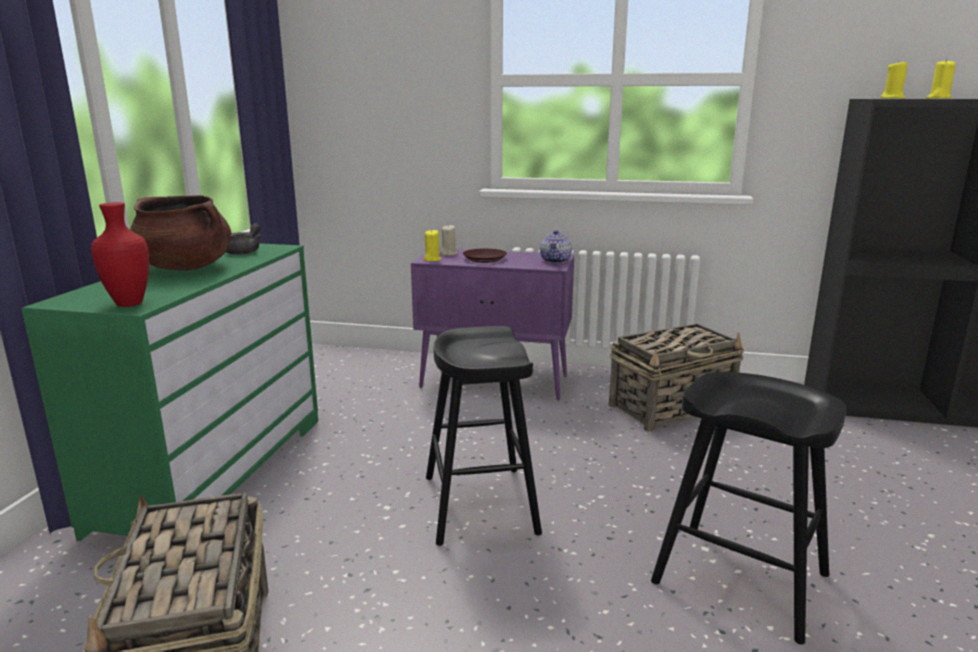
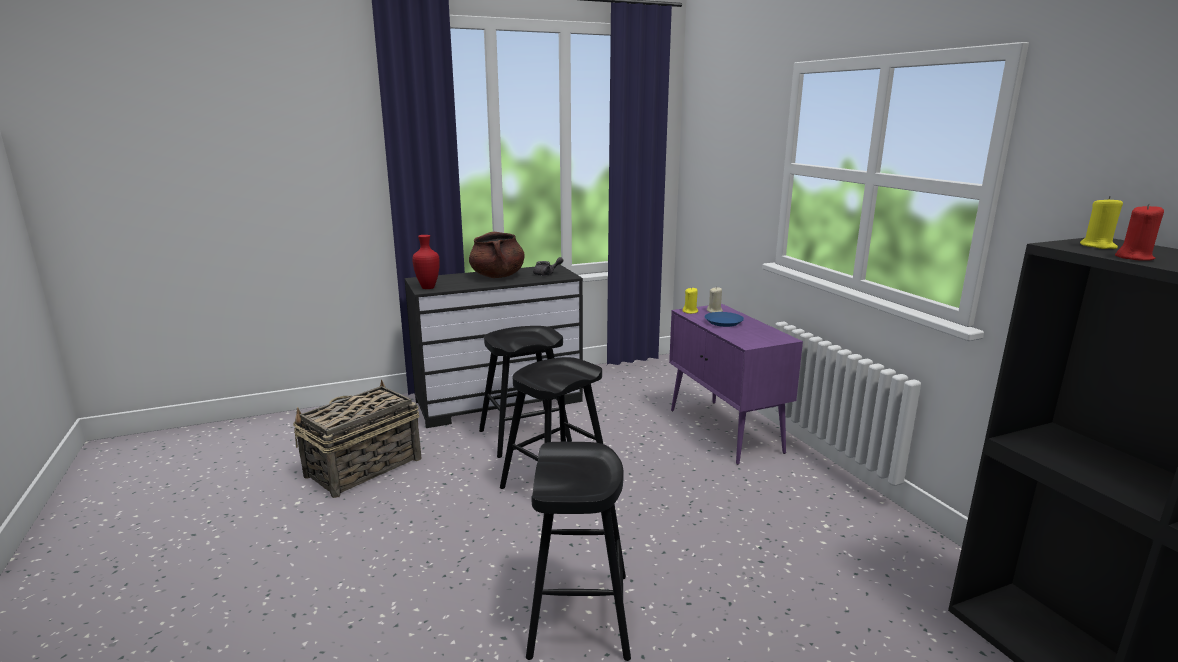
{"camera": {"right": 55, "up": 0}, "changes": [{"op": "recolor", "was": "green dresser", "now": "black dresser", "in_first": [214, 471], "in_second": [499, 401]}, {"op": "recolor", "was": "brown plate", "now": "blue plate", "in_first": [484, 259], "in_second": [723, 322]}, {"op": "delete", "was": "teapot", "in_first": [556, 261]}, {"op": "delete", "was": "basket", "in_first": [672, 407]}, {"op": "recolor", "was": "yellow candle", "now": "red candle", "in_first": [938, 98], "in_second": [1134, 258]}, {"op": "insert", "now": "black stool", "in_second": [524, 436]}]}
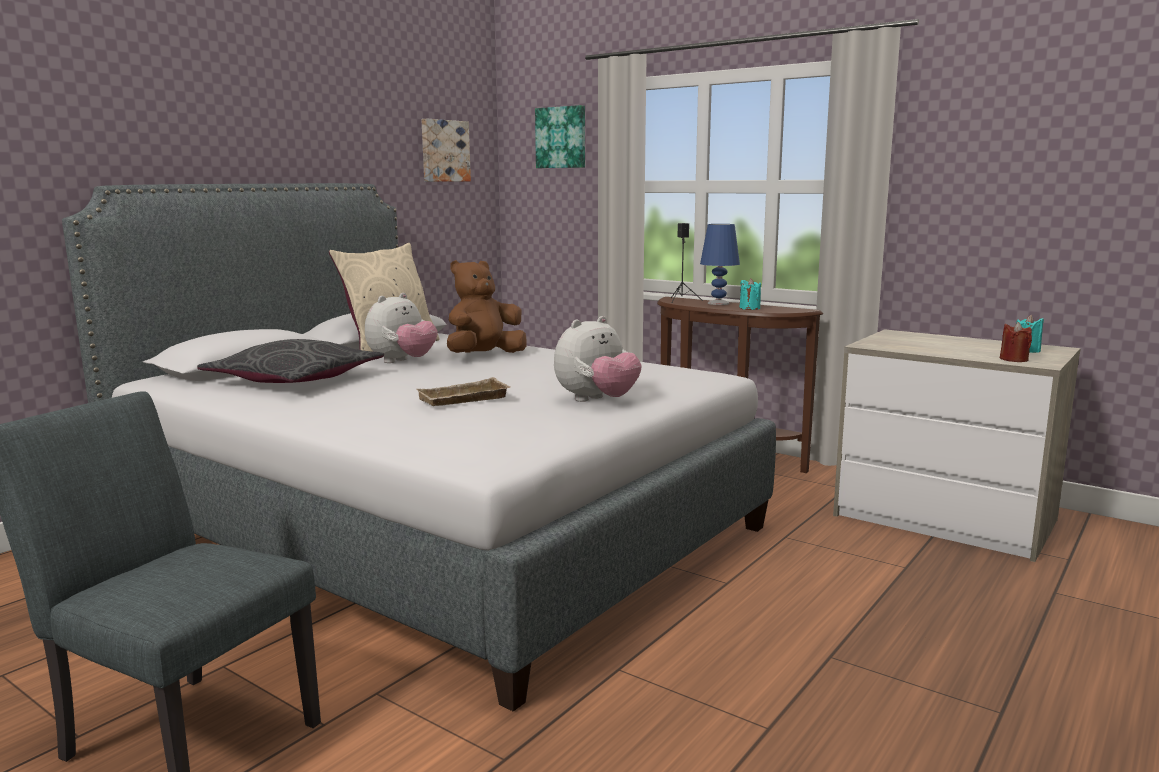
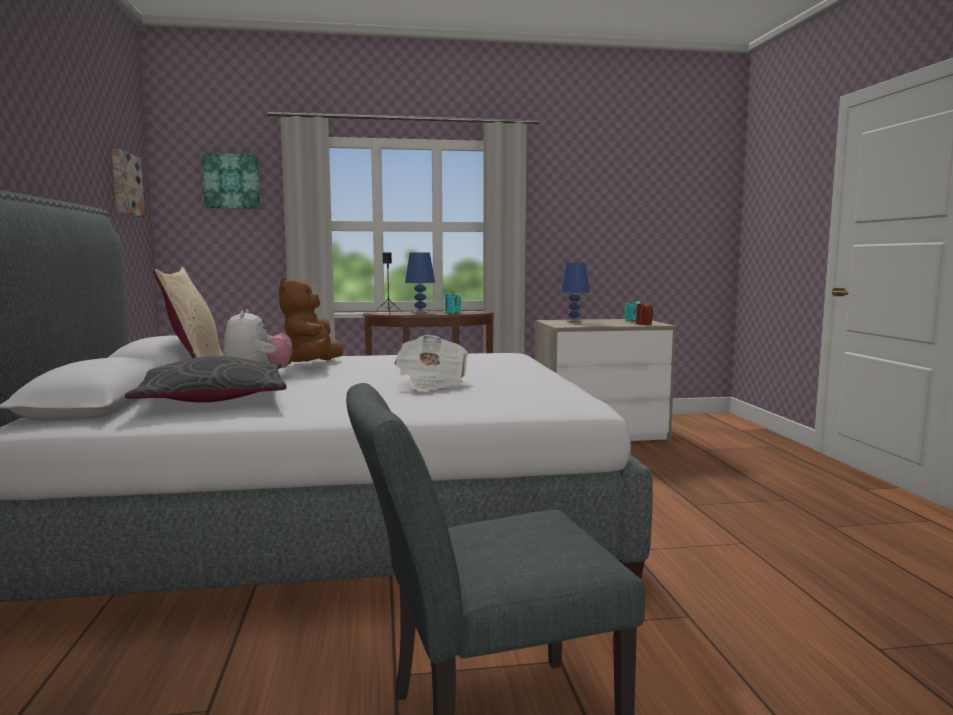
{"camera": {"right": -45, "up": -5}, "changes": [{"op": "replace", "was": "beige tray", "now": "newspaper", "in_first": [463, 400], "in_second": [431, 383]}, {"op": "delete", "was": "plush toy", "in_first": [596, 401]}, {"op": "insert", "now": "blue table lamp", "in_second": [574, 321]}]}
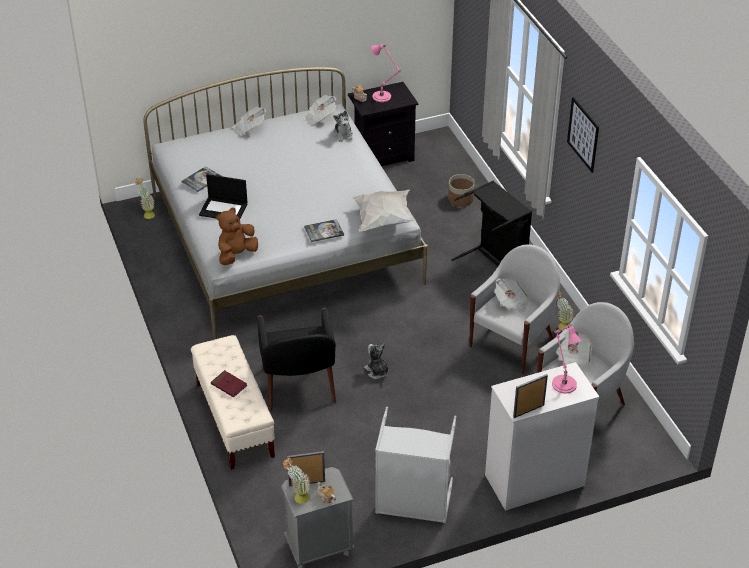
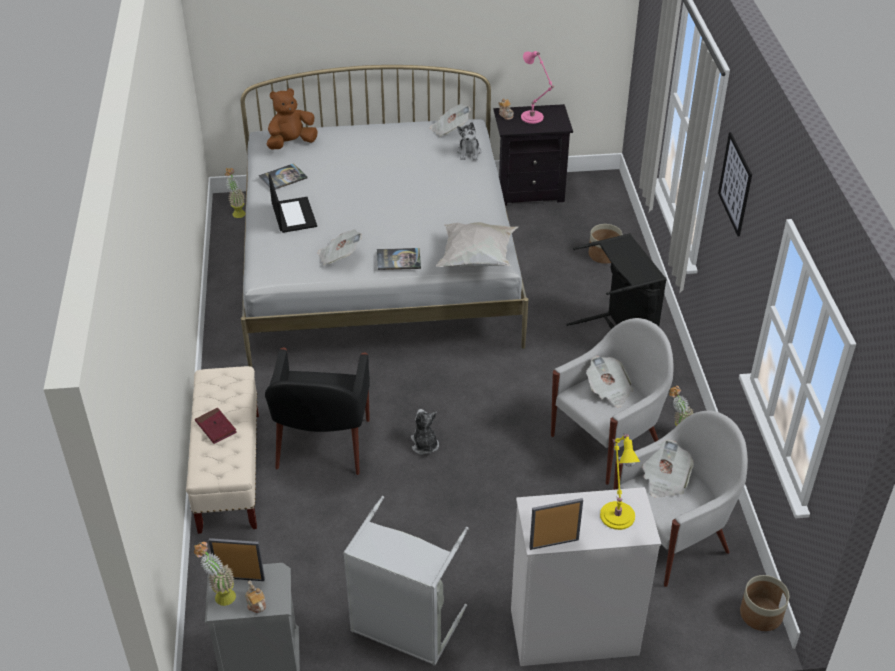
{"camera": {"right": 15, "up": 0}, "changes": [{"op": "rotate", "was": "laptop", "in_first": [224, 209], "in_second": [293, 215], "clockwise": -135}, {"op": "move", "was": "brown plush toy", "in_first": [236, 255], "in_second": [291, 143]}, {"op": "move", "was": "newspaper", "in_first": [249, 128], "in_second": [339, 256]}, {"op": "recolor", "was": "pink table lamp", "now": "yellow table lamp", "in_first": [563, 382], "in_second": [617, 513]}, {"op": "insert", "now": "planter", "in_second": [761, 614]}]}
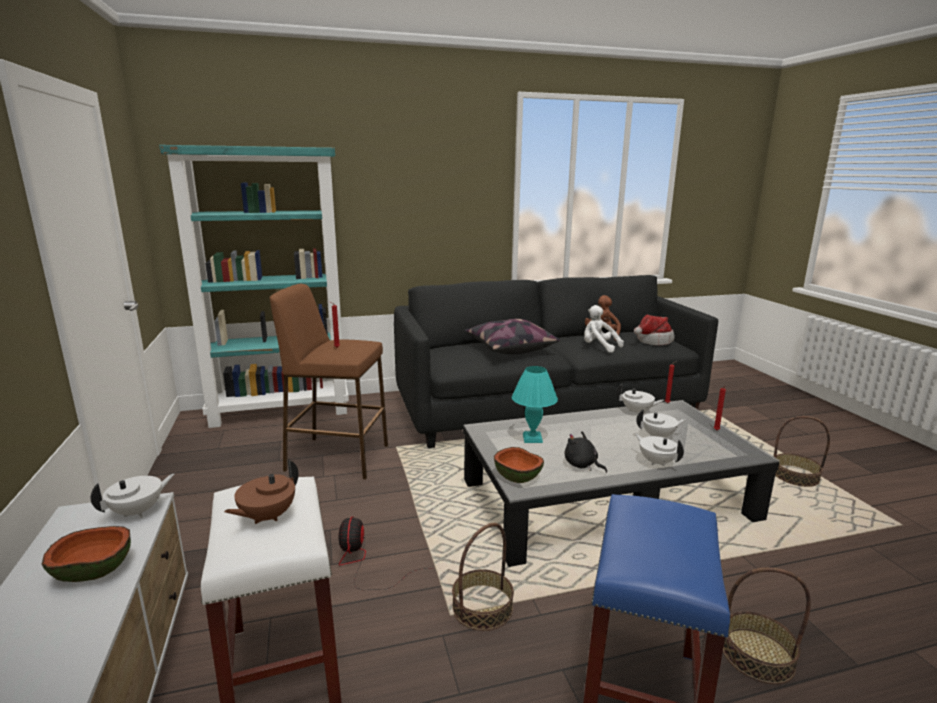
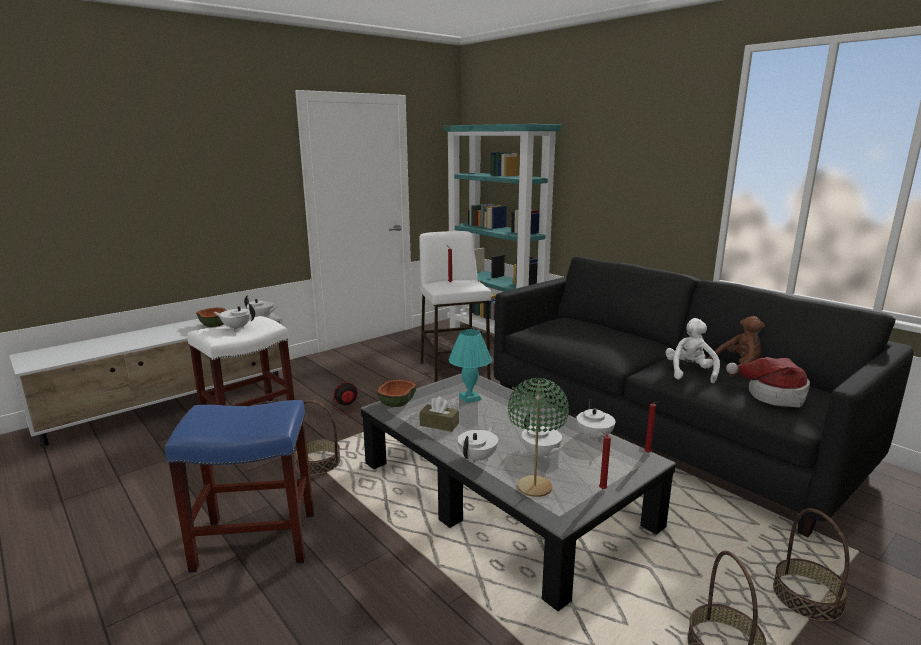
{"camera": {"right": 65, "up": 0}, "changes": [{"op": "recolor", "was": "brown teapot", "now": "white teapot", "in_first": [267, 517], "in_second": [236, 328]}, {"op": "recolor", "was": "brown stool", "now": "white stool", "in_first": [337, 457], "in_second": [454, 371]}, {"op": "delete", "was": "pillow", "in_first": [509, 348]}, {"op": "replace", "was": "black plush toy", "now": "brown tissue box", "in_first": [582, 465], "in_second": [439, 424]}, {"op": "move", "was": "basket", "in_first": [757, 655], "in_second": [807, 598]}, {"op": "insert", "now": "green table lamp", "in_second": [534, 487]}]}
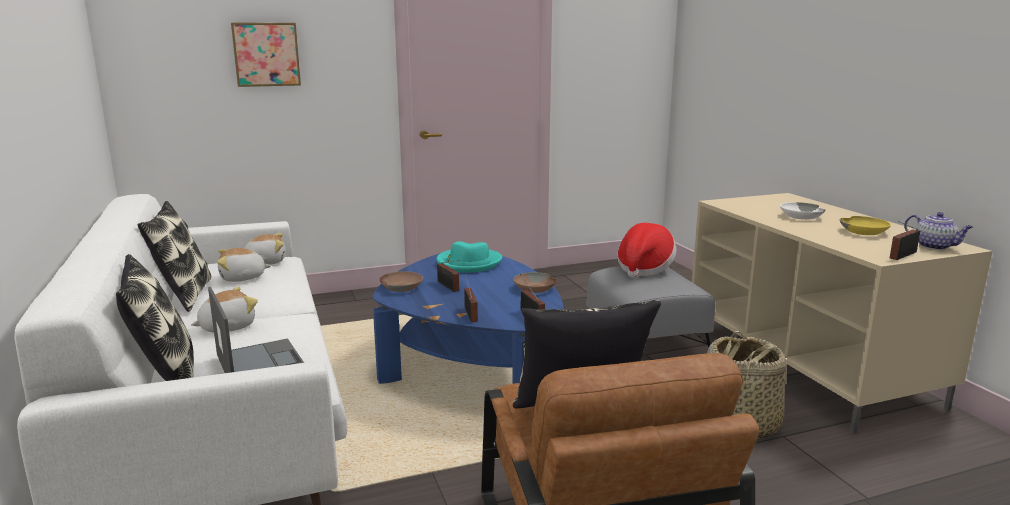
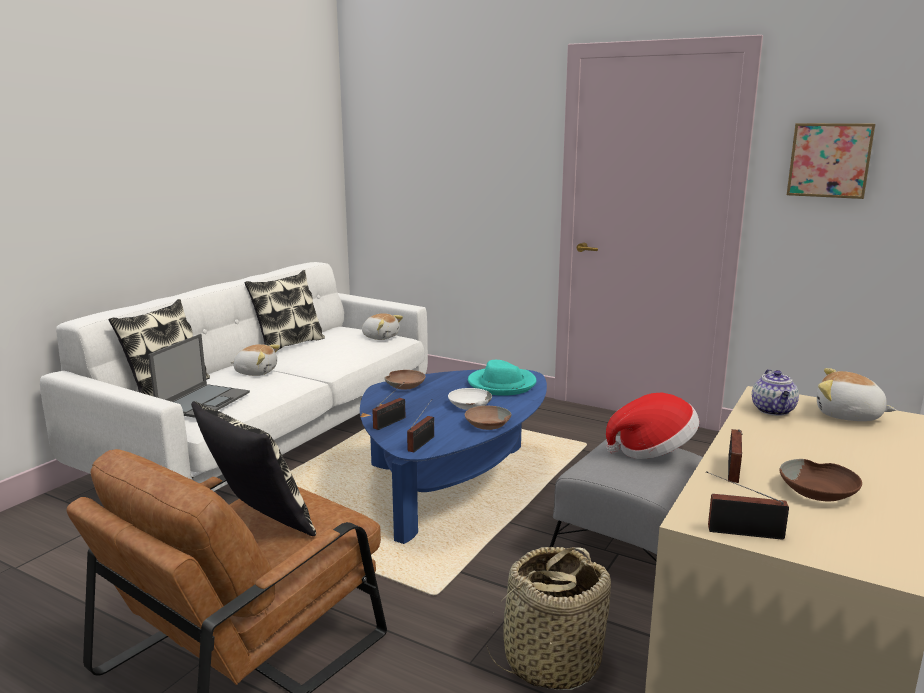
{"camera": {"right": 50, "up": 0}, "changes": [{"op": "move", "was": "plush toy", "in_first": [243, 278], "in_second": [848, 416]}, {"op": "move", "was": "picture", "in_first": [266, 54], "in_second": [830, 160]}, {"op": "move", "was": "radio", "in_first": [448, 287], "in_second": [732, 471]}, {"op": "move", "was": "white bowl", "in_first": [801, 217], "in_second": [468, 405]}, {"op": "recolor", "was": "yellow bowl", "now": "brown bowl", "in_first": [864, 232], "in_second": [819, 491]}, {"op": "move", "was": "teapot", "in_first": [935, 246], "in_second": [773, 411]}]}
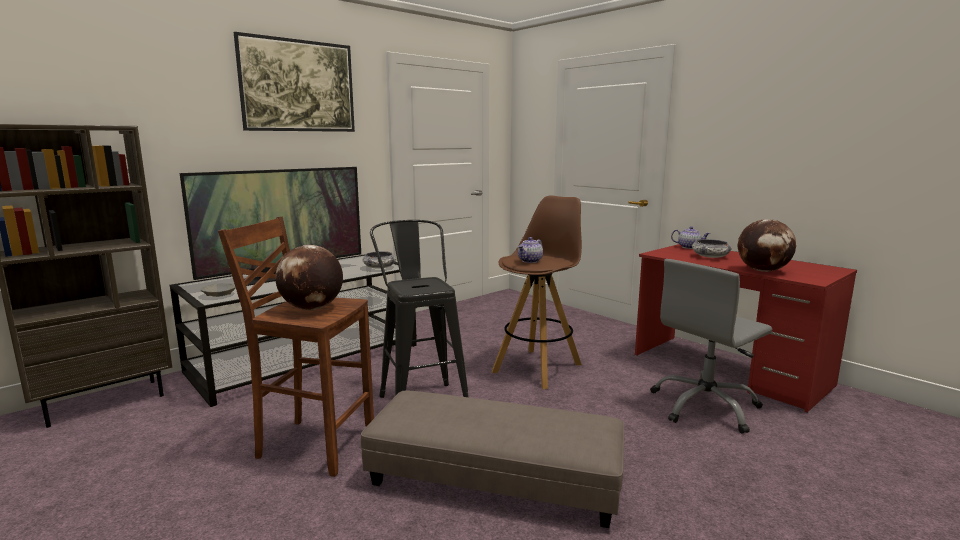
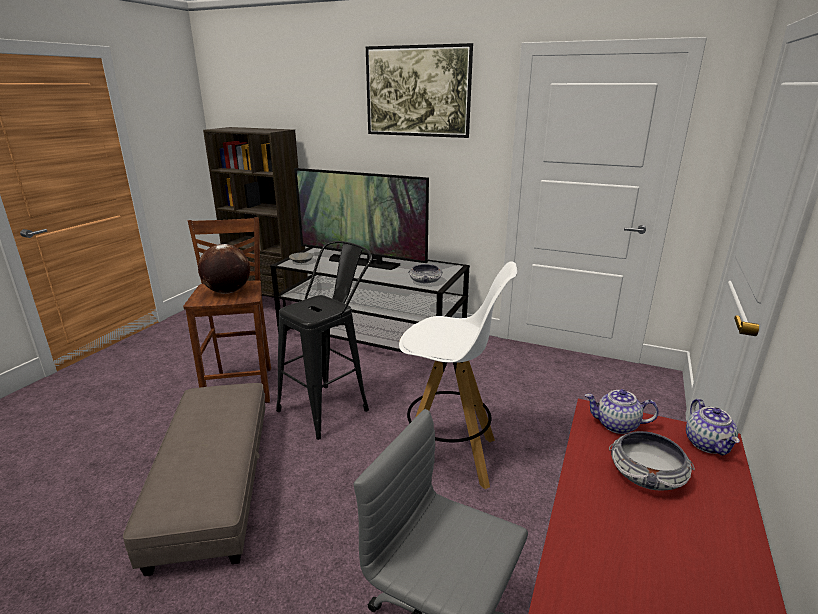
{"camera": {"right": 65, "up": 10}, "changes": [{"op": "recolor", "was": "brown stool", "now": "white stool", "in_first": [538, 367], "in_second": [449, 456]}, {"op": "move", "was": "teapot", "in_first": [530, 261], "in_second": [616, 425]}, {"op": "delete", "was": "globe", "in_first": [763, 271]}]}
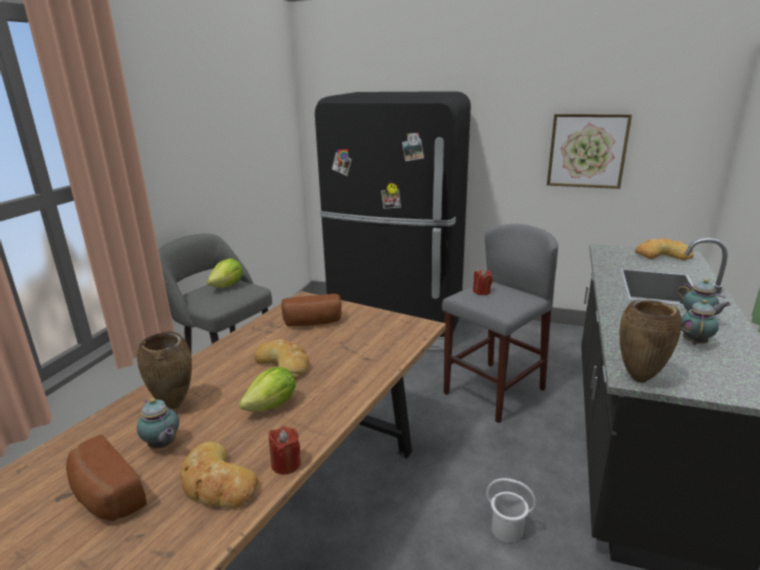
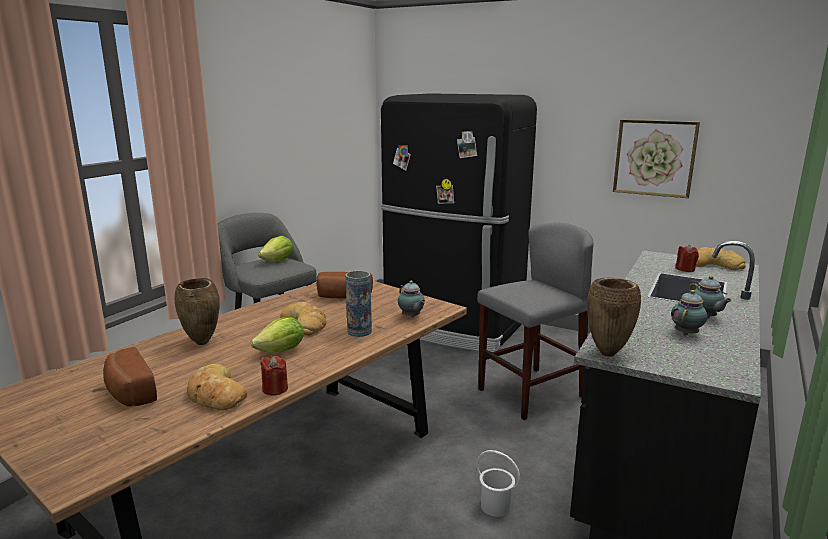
{"camera": {"right": 10, "up": -5}, "changes": [{"op": "move", "was": "teapot", "in_first": [163, 445], "in_second": [411, 317]}, {"op": "move", "was": "red candle", "in_first": [481, 292], "in_second": [685, 269]}, {"op": "insert", "now": "vase", "in_second": [359, 331]}]}
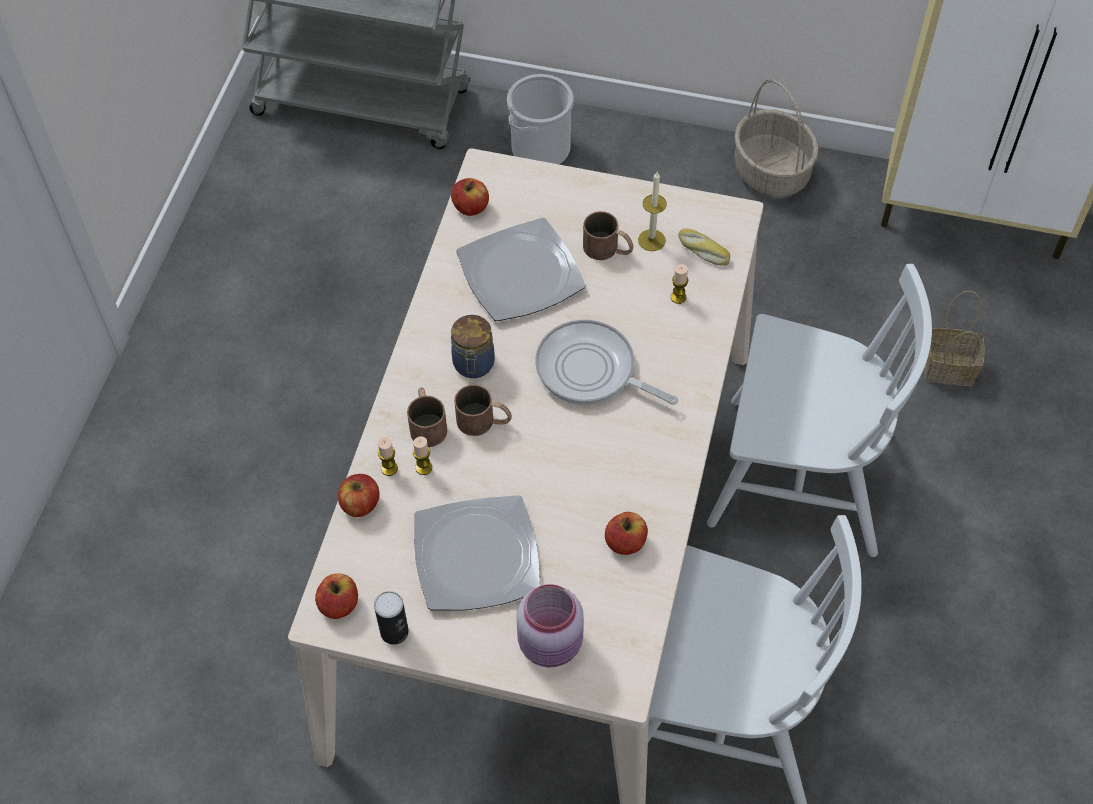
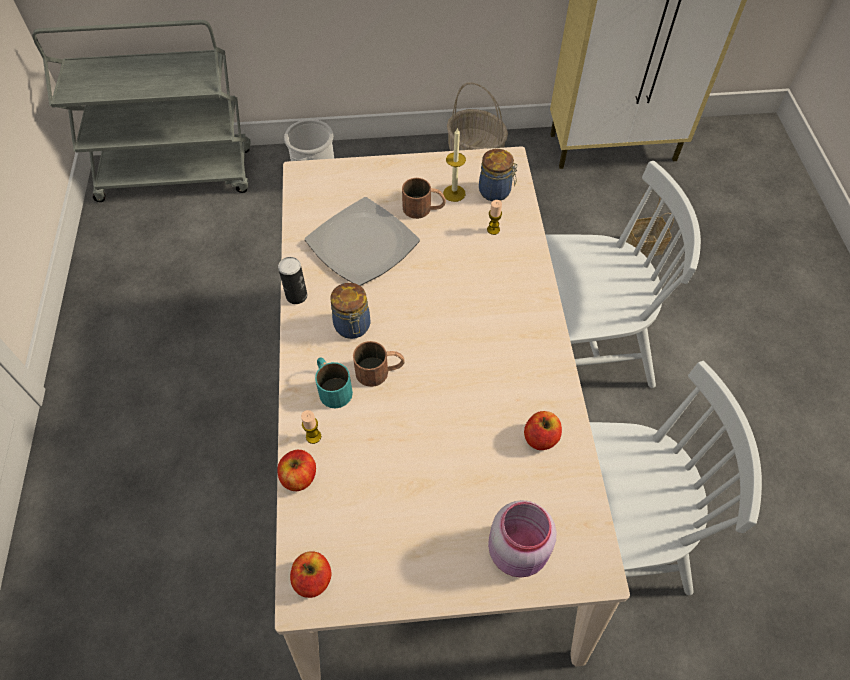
{"camera": {"right": -20, "up": 0}, "changes": [{"op": "move", "was": "can", "in_first": [394, 632], "in_second": [296, 296]}, {"op": "recolor", "was": "brown mug", "now": "turquoise mug", "in_first": [427, 423], "in_second": [331, 387]}, {"op": "delete", "was": "candle", "in_first": [423, 467]}, {"op": "delete", "was": "plate", "in_first": [477, 557]}, {"op": "delete", "was": "apple", "in_first": [470, 207]}, {"op": "delete", "was": "frying pan", "in_first": [591, 371]}, {"op": "replace", "was": "bread", "now": "jar", "in_first": [702, 251], "in_second": [496, 192]}]}
